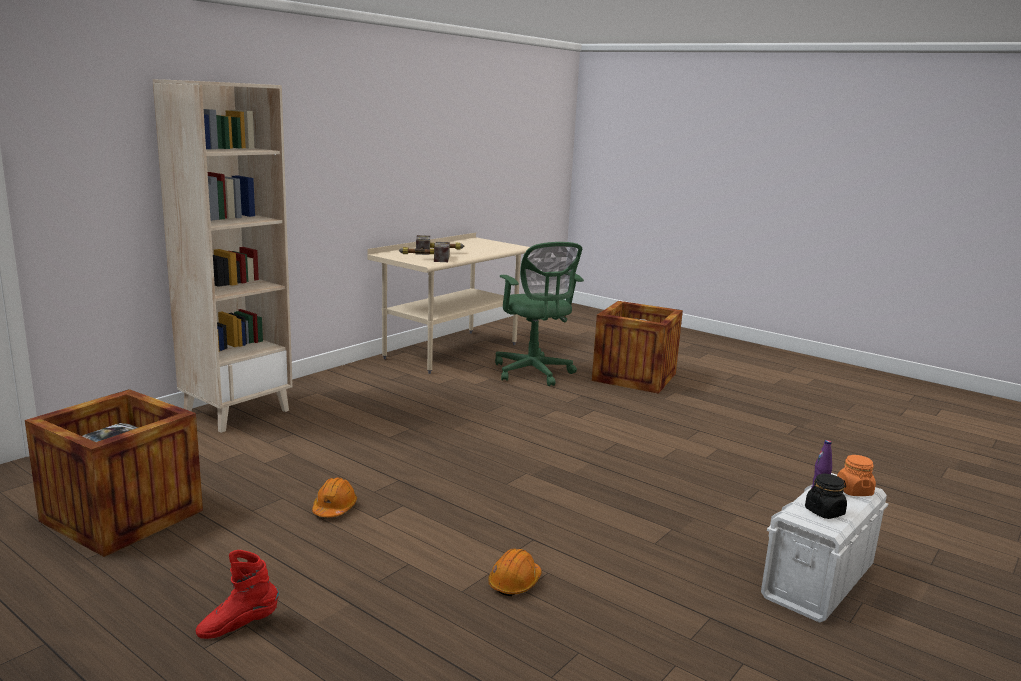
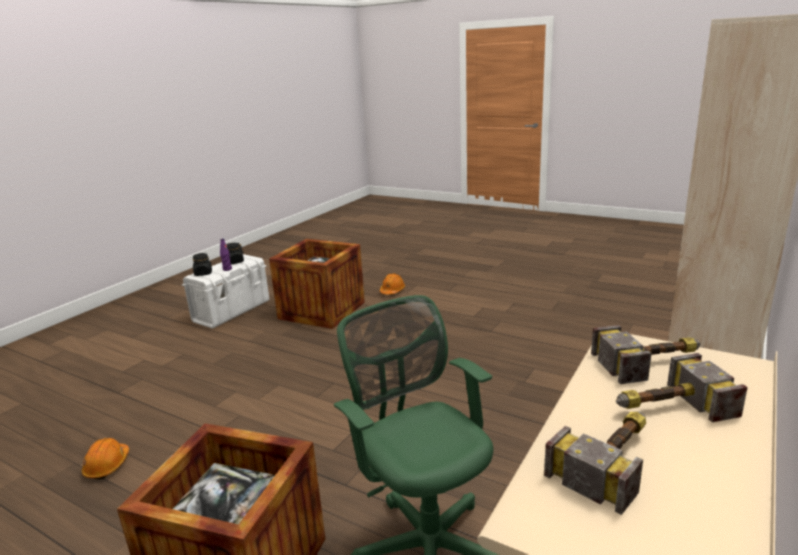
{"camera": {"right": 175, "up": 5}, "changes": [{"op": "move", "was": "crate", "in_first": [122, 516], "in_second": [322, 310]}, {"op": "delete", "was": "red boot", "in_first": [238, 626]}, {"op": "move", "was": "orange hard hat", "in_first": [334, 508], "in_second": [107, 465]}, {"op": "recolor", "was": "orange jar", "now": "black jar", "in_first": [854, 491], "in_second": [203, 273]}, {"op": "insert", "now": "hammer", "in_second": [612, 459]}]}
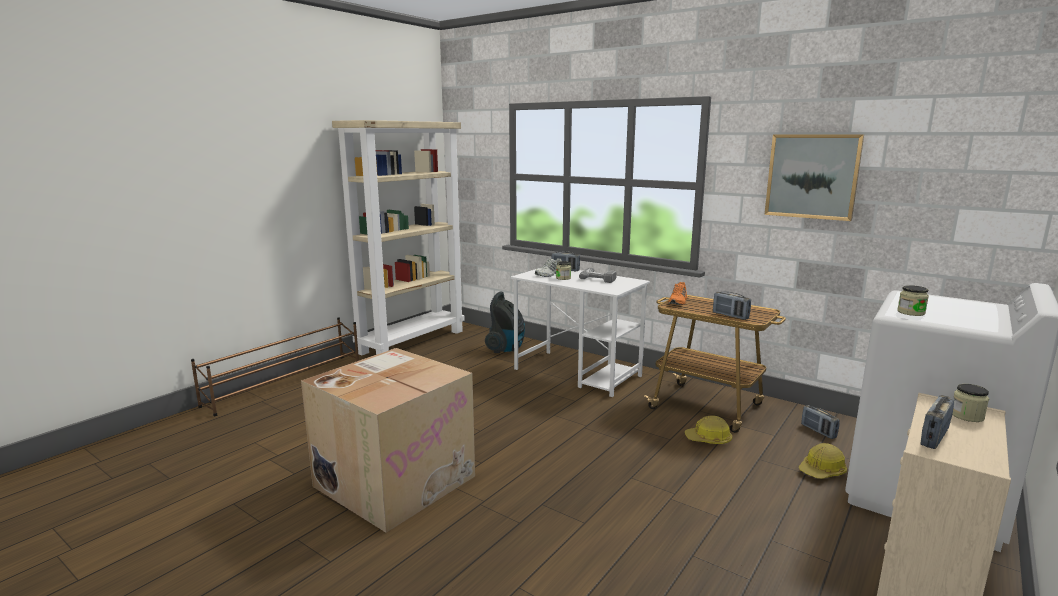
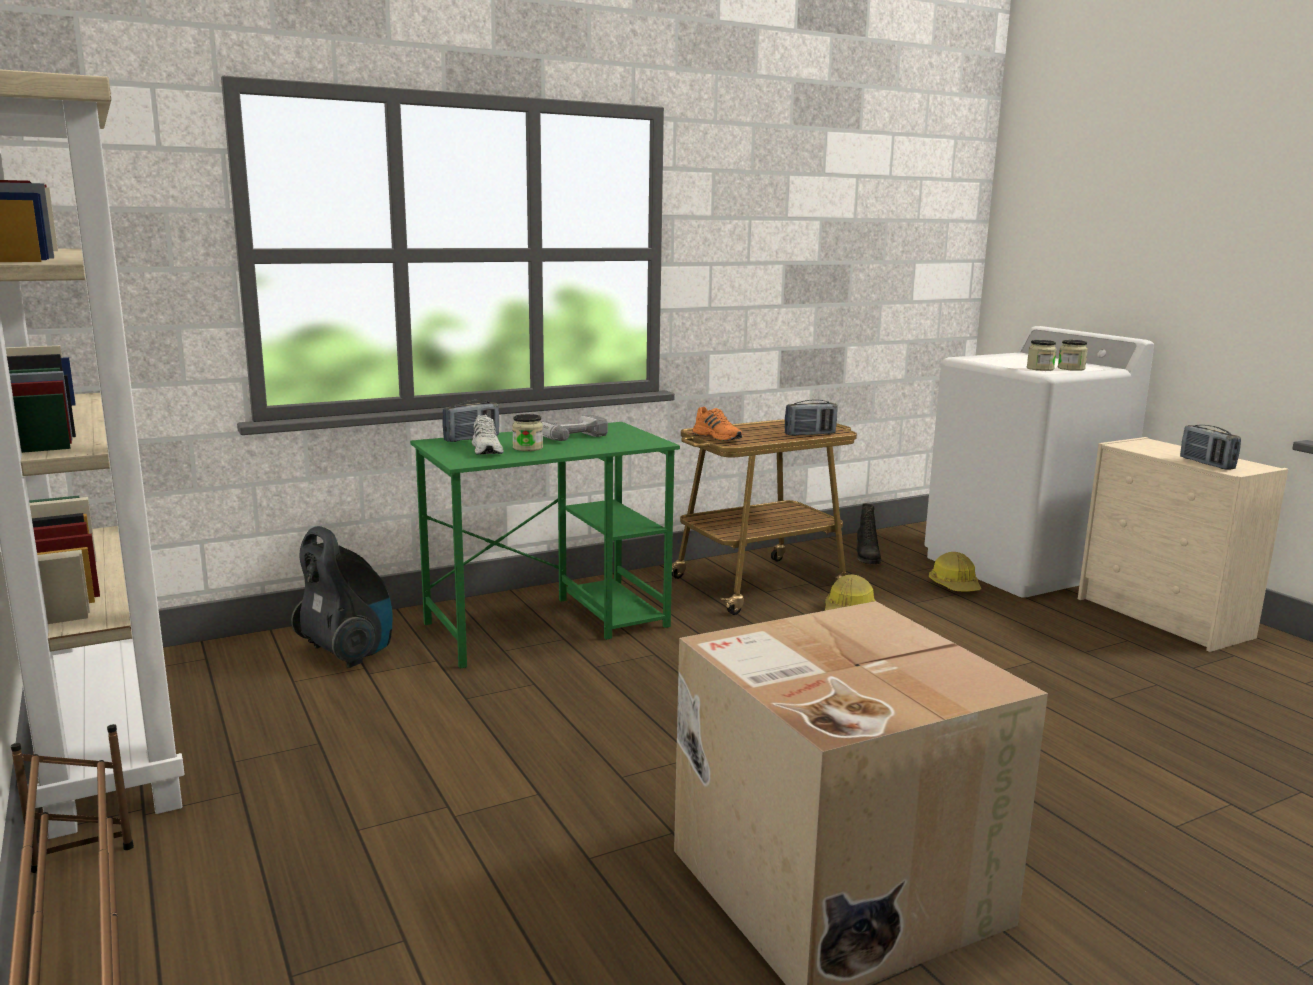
{"camera": {"right": -65, "up": 0}, "changes": [{"op": "recolor", "was": "white desk", "now": "green desk", "in_first": [578, 373], "in_second": [549, 625]}, {"op": "delete", "was": "picture", "in_first": [812, 176]}, {"op": "replace", "was": "radio", "now": "black boot", "in_first": [818, 431], "in_second": [866, 558]}, {"op": "move", "was": "jar", "in_first": [967, 416], "in_second": [1071, 368]}]}
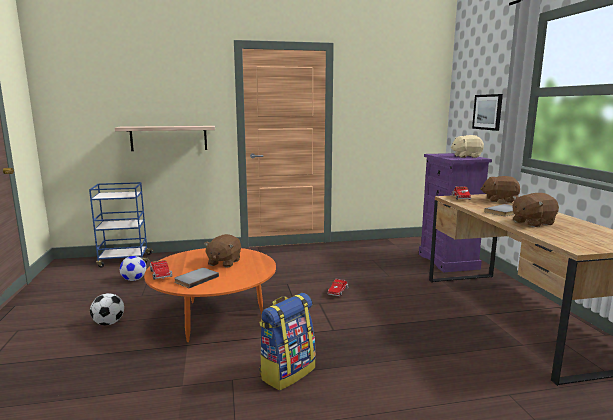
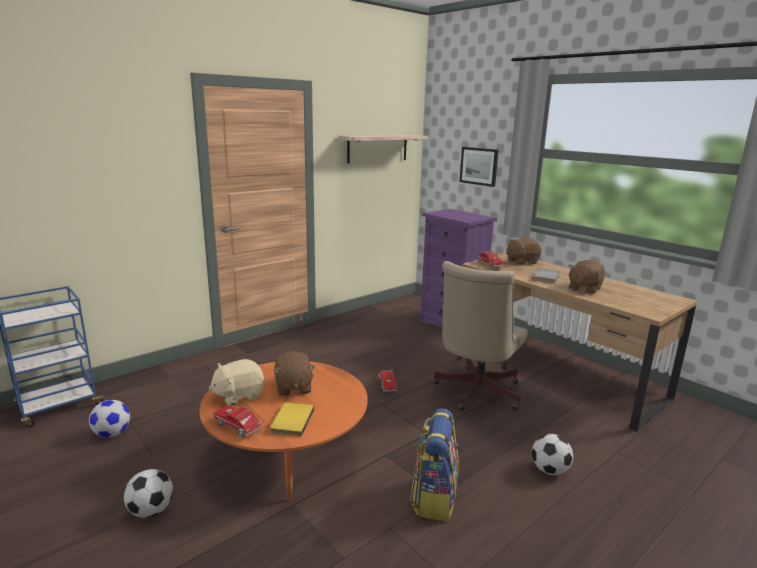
{"camera": {"right": -30, "up": 5}, "changes": [{"op": "move", "was": "shelf", "in_first": [169, 138], "in_second": [377, 148]}, {"op": "recolor", "was": "grey book", "now": "yellow book", "in_first": [195, 279], "in_second": [291, 421]}, {"op": "move", "was": "beige plush toy", "in_first": [466, 156], "in_second": [238, 395]}, {"op": "insert", "now": "beige office chair", "in_second": [475, 393]}, {"op": "insert", "now": "football", "in_second": [549, 470]}]}
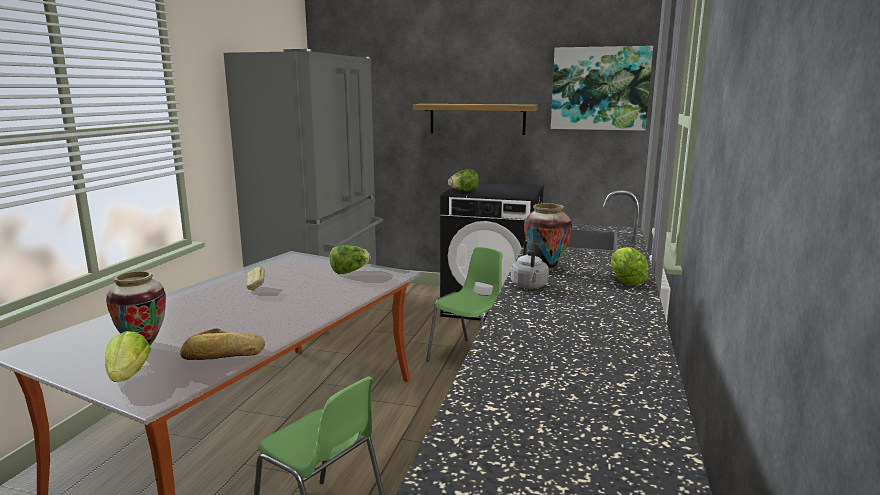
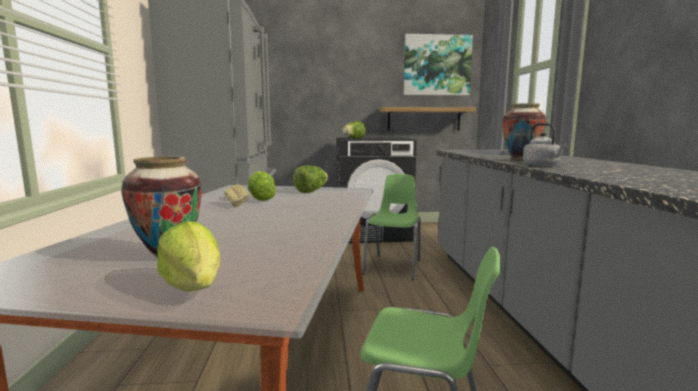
{"camera": {"right": -20, "up": -5}, "changes": [{"op": "delete", "was": "bread", "in_first": [223, 354]}, {"op": "move", "was": "shelf", "in_first": [477, 119], "in_second": [424, 119]}, {"op": "move", "was": "lettuce", "in_first": [625, 281], "in_second": [260, 199]}]}
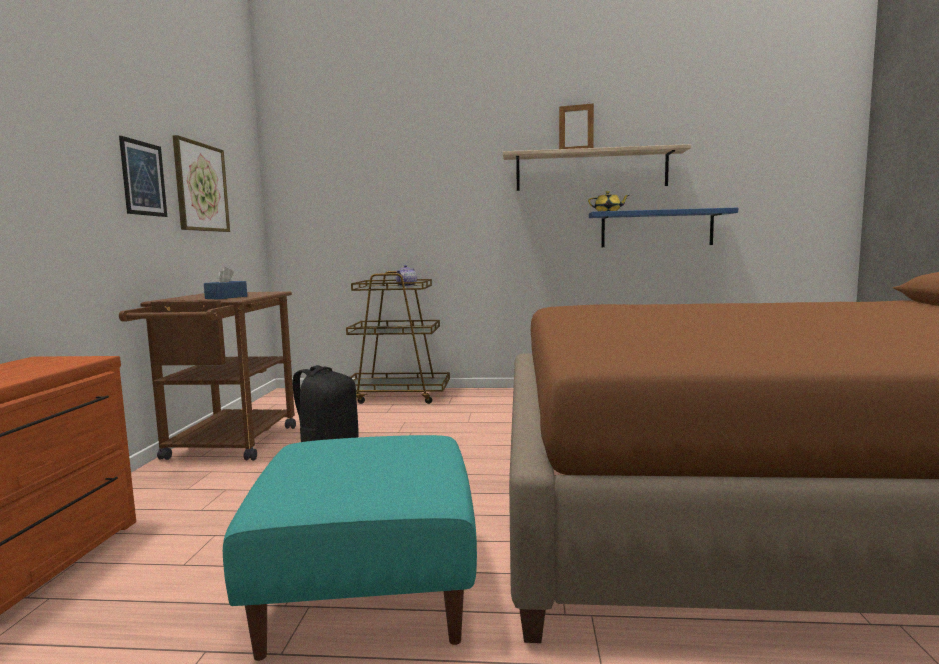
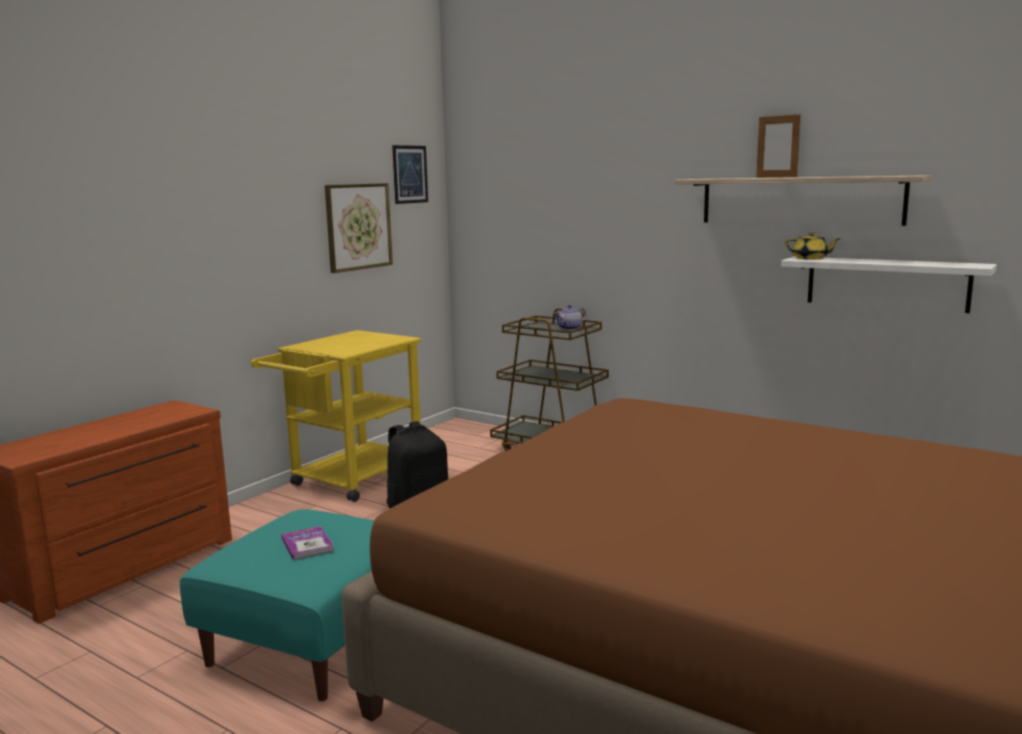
{"camera": {"right": 30, "up": 5}, "changes": [{"op": "move", "was": "picture", "in_first": [143, 178], "in_second": [410, 174]}, {"op": "recolor", "was": "brown cart", "now": "yellow cart", "in_first": [226, 446], "in_second": [349, 481]}, {"op": "delete", "was": "blue tissue box", "in_first": [226, 297]}, {"op": "recolor", "was": "blue shelf", "now": "white shelf", "in_first": [656, 228], "in_second": [886, 283]}, {"op": "insert", "now": "book", "in_second": [307, 544]}]}
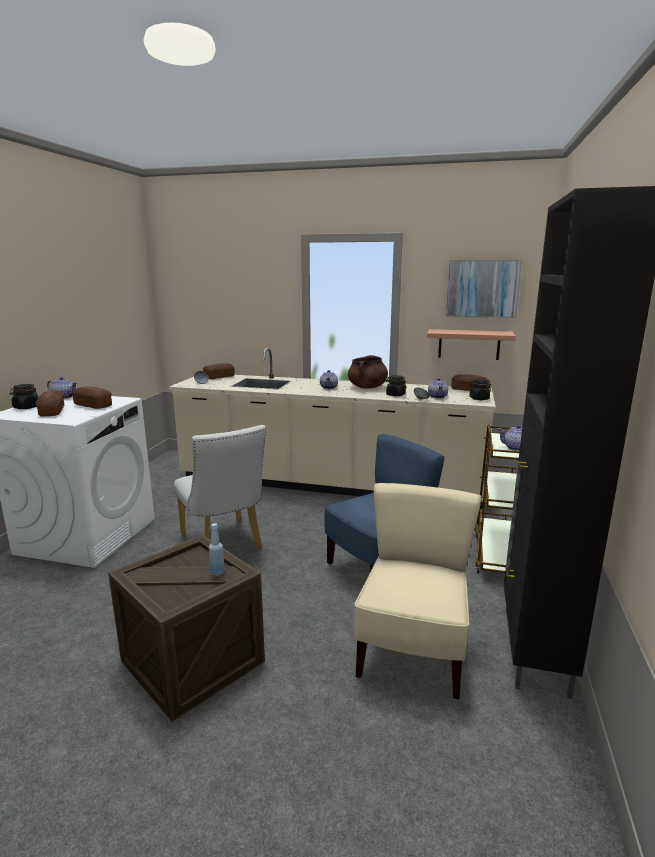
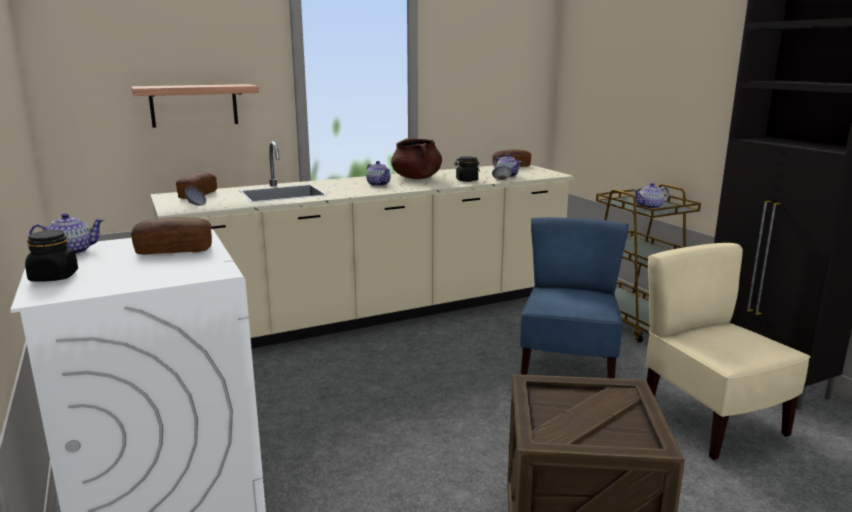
{"camera": {"right": -40, "up": 0}, "changes": [{"op": "delete", "was": "bread", "in_first": [52, 411]}, {"op": "delete", "was": "white chair", "in_first": [224, 544]}, {"op": "delete", "was": "blue bottle", "in_first": [217, 572]}, {"op": "move", "was": "shelf", "in_first": [469, 344], "in_second": [194, 105]}, {"op": "delete", "was": "picture", "in_first": [482, 288]}, {"op": "delete", "was": "black jar", "in_first": [479, 399]}]}
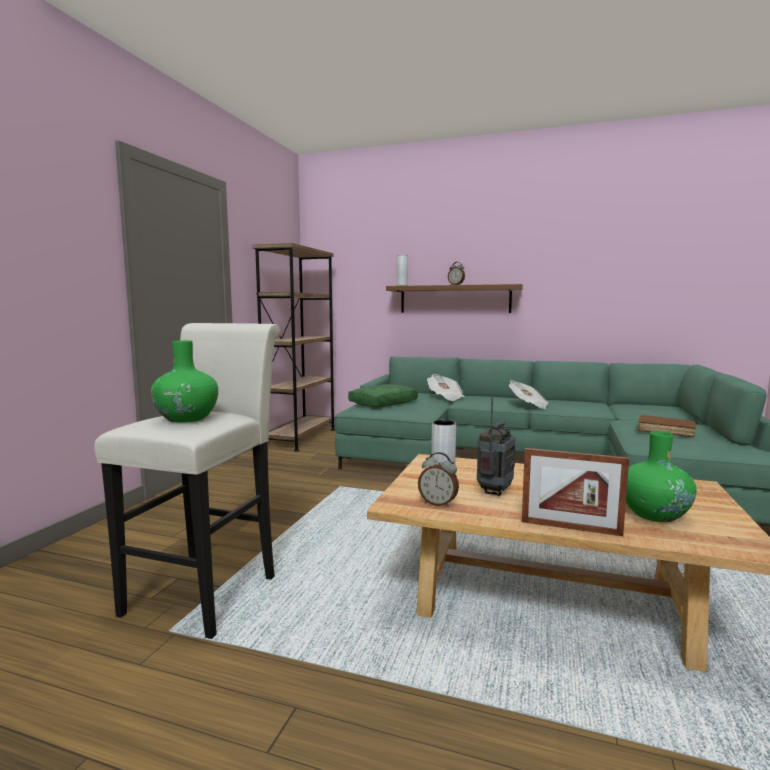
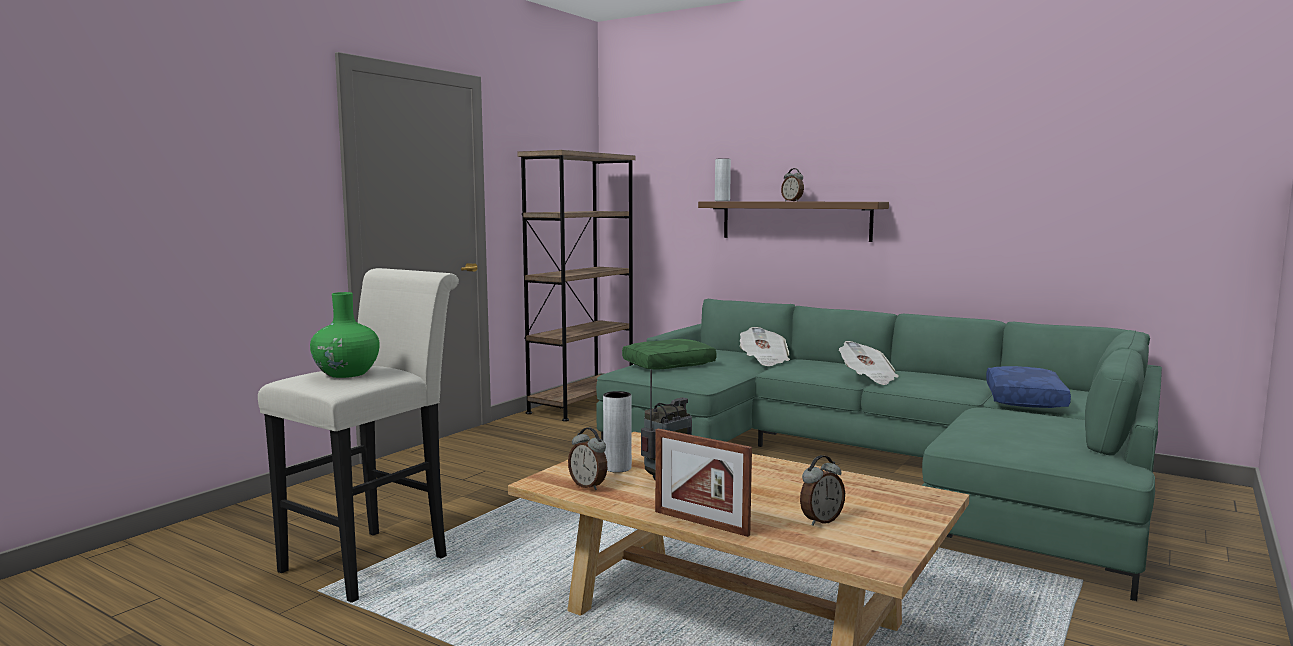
{"camera": {"right": 15, "up": 0}, "changes": [{"op": "replace", "was": "green vase", "now": "alarm clock", "in_first": [654, 514], "in_second": [820, 520]}, {"op": "delete", "was": "brown book", "in_first": [665, 431]}, {"op": "insert", "now": "blue pillow", "in_second": [1022, 399]}]}
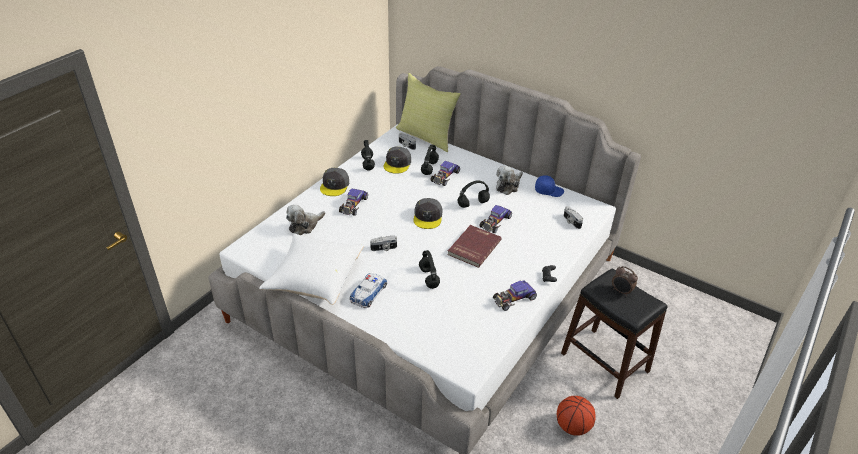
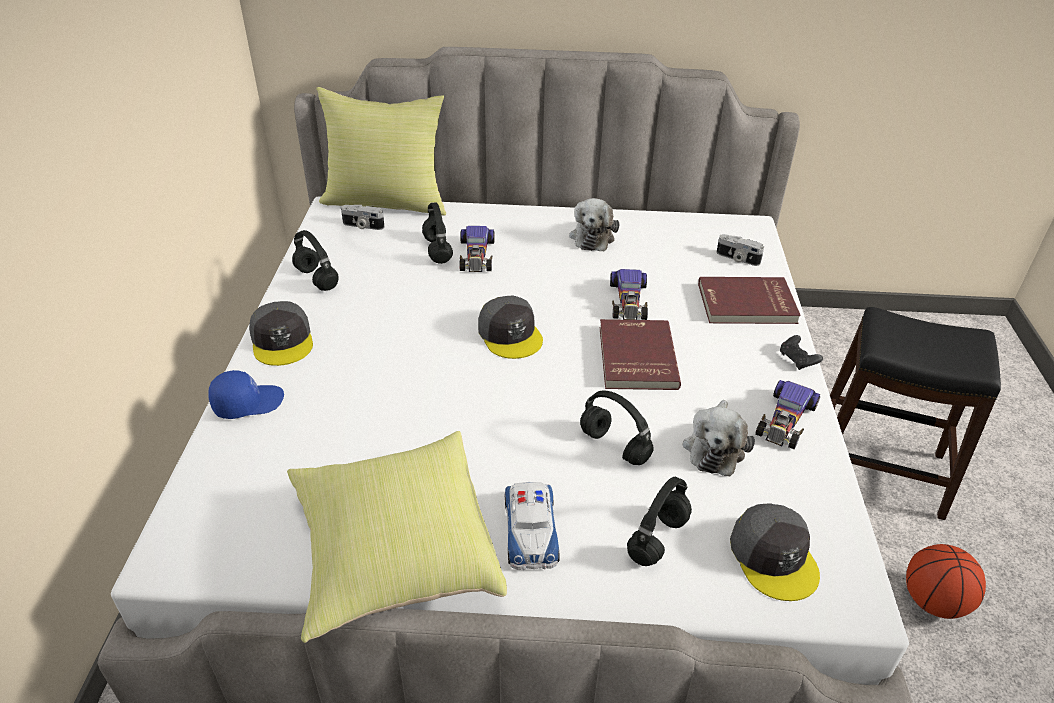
{"camera": {"right": -30, "up": 0}, "changes": [{"op": "recolor", "was": "white pillow", "now": "yellow pillow", "in_first": [315, 279], "in_second": [394, 552]}, {"op": "move", "was": "plush toy", "in_first": [304, 226], "in_second": [714, 447]}, {"op": "delete", "was": "toy car", "in_first": [353, 205]}, {"op": "delete", "was": "photo camera", "in_first": [384, 248]}, {"op": "move", "was": "grey cap", "in_first": [397, 163], "in_second": [774, 557]}, {"op": "move", "was": "black headphones", "in_first": [472, 204], "in_second": [657, 540]}, {"op": "move", "was": "blue cap", "in_first": [548, 190], "in_second": [248, 402]}, {"op": "delete", "was": "alarm clock", "in_first": [621, 291]}, {"op": "insert", "now": "red book", "in_second": [747, 304]}]}
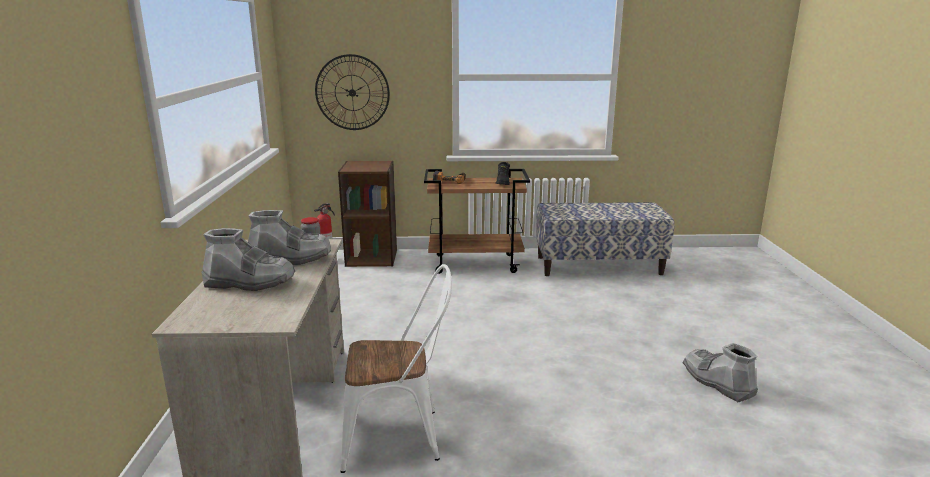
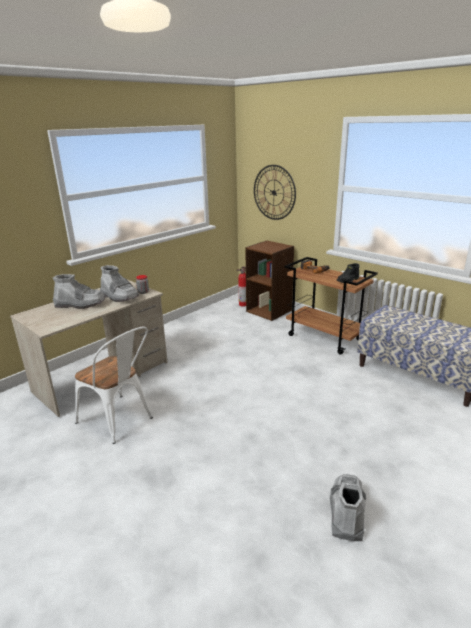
{"camera": {"right": 45, "up": 5}, "changes": [{"op": "rotate", "was": "grey boot", "in_first": [250, 282], "in_second": [80, 304], "clockwise": -45}]}
